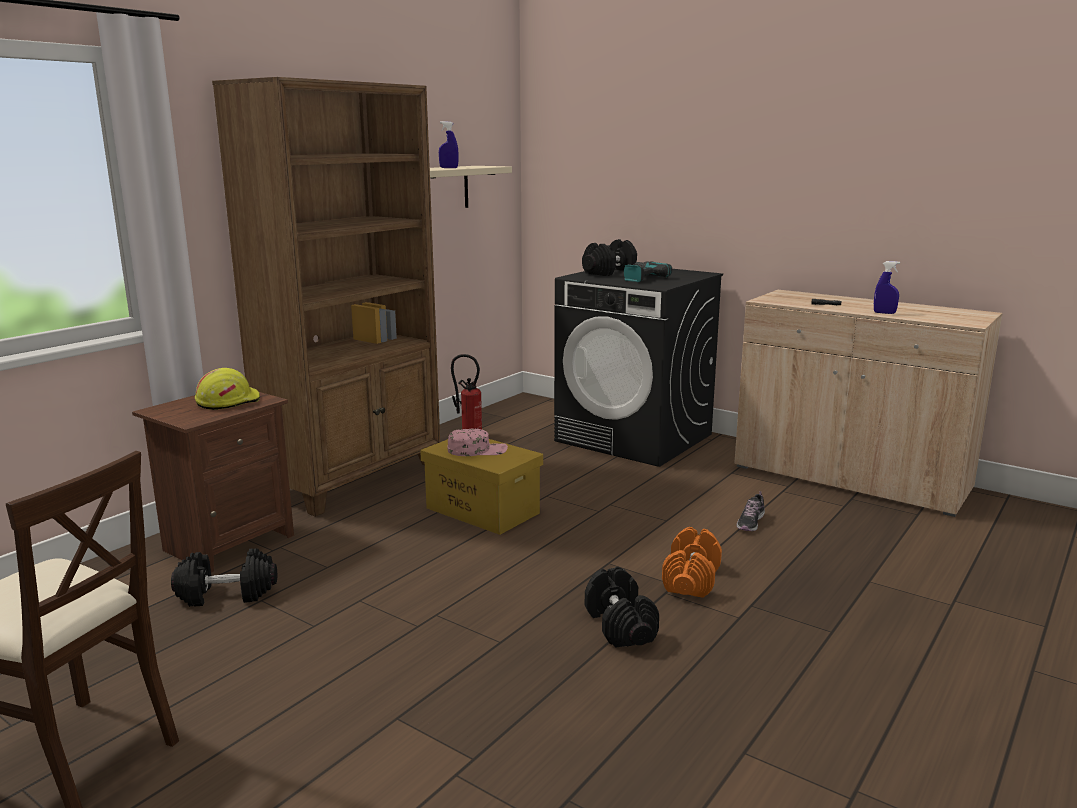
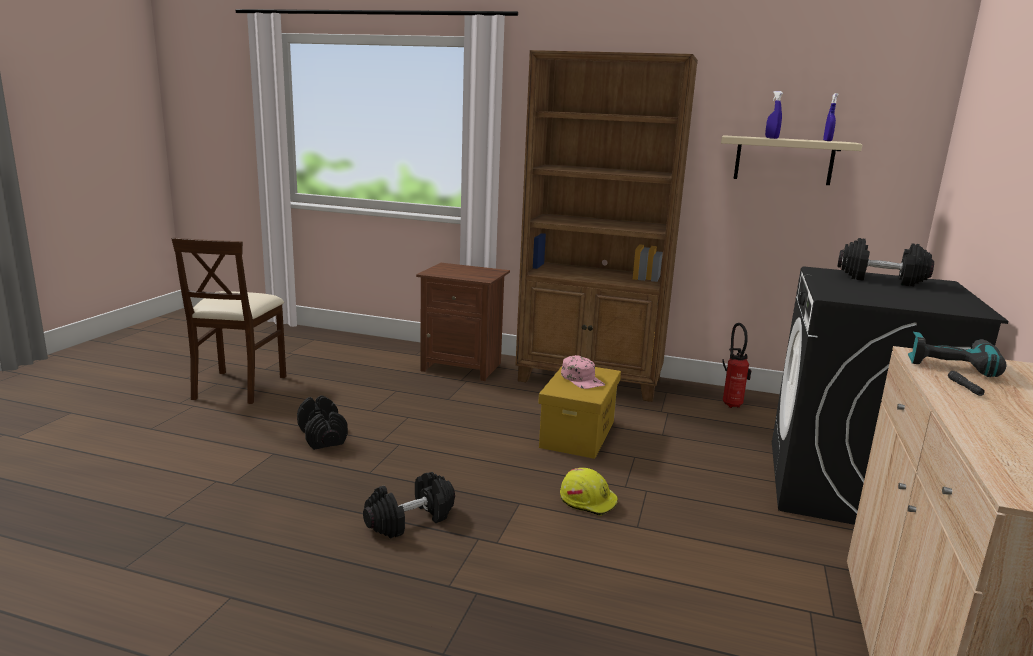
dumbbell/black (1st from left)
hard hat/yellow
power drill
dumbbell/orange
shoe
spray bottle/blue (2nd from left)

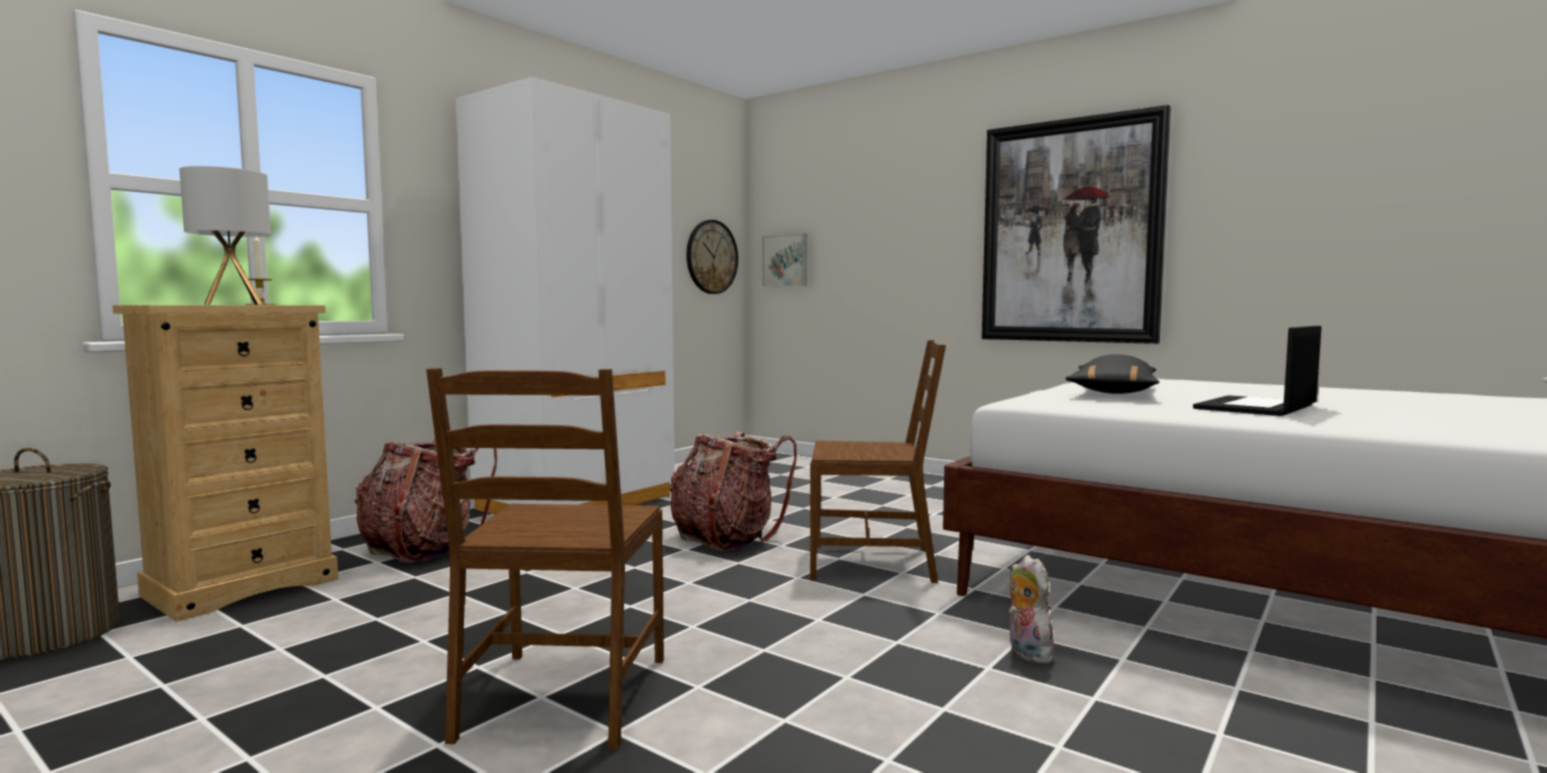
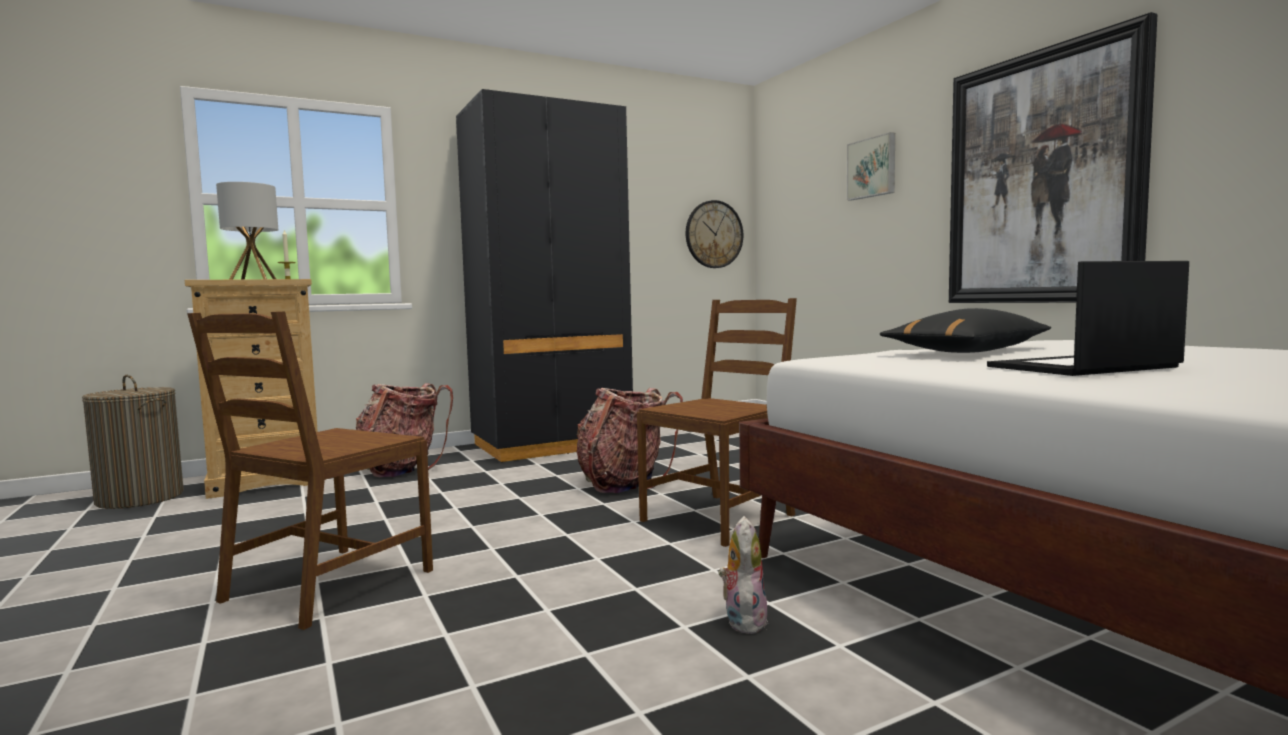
wardrobe/black
picture (1st from left)
chair/brown (2nd from left)

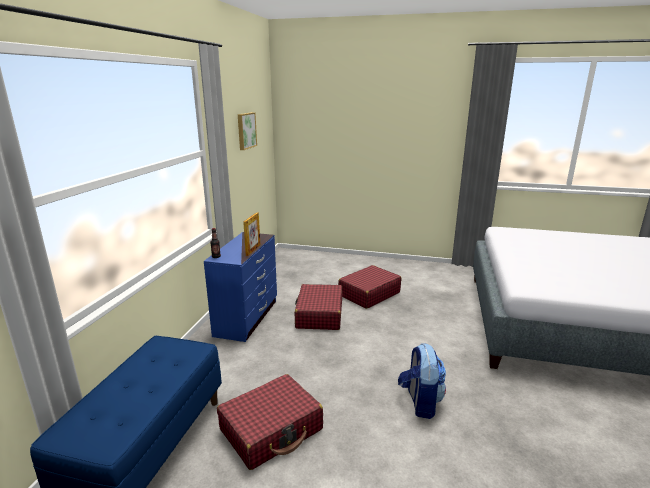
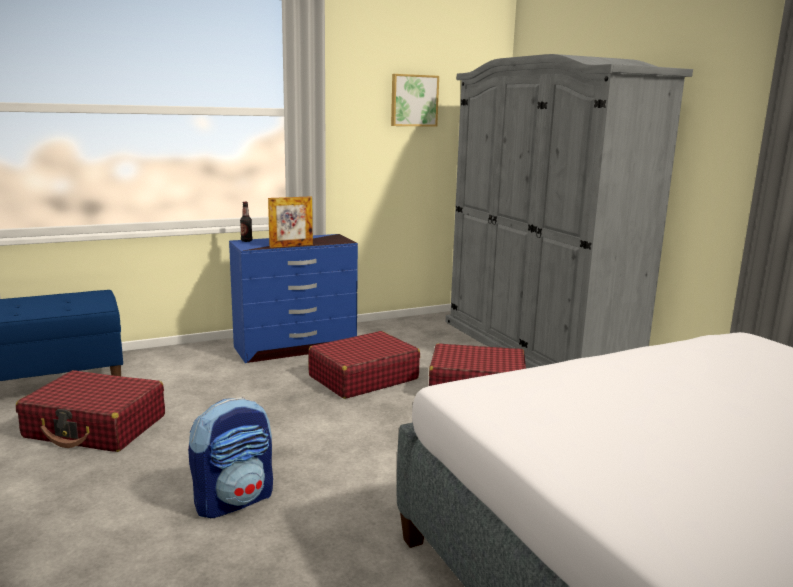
wardrobe/grey

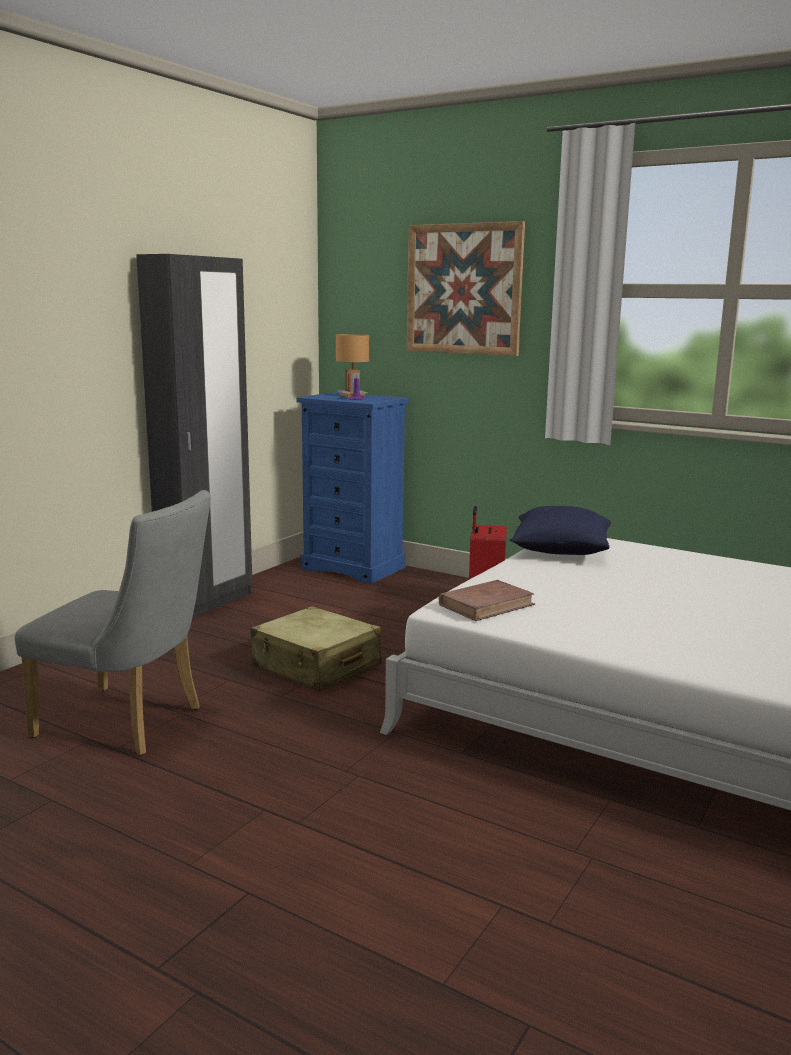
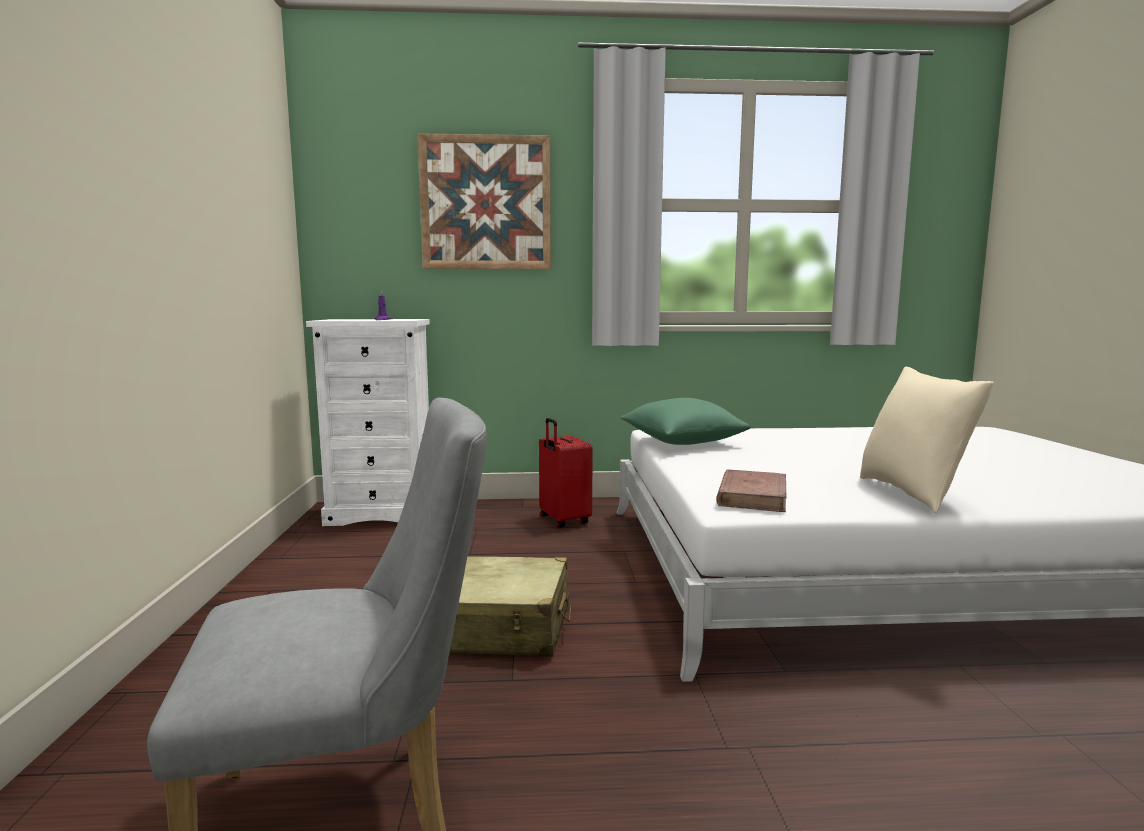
wardrobe/black
dresser/white
table lamp/brown
pillow/green
pillow/beige

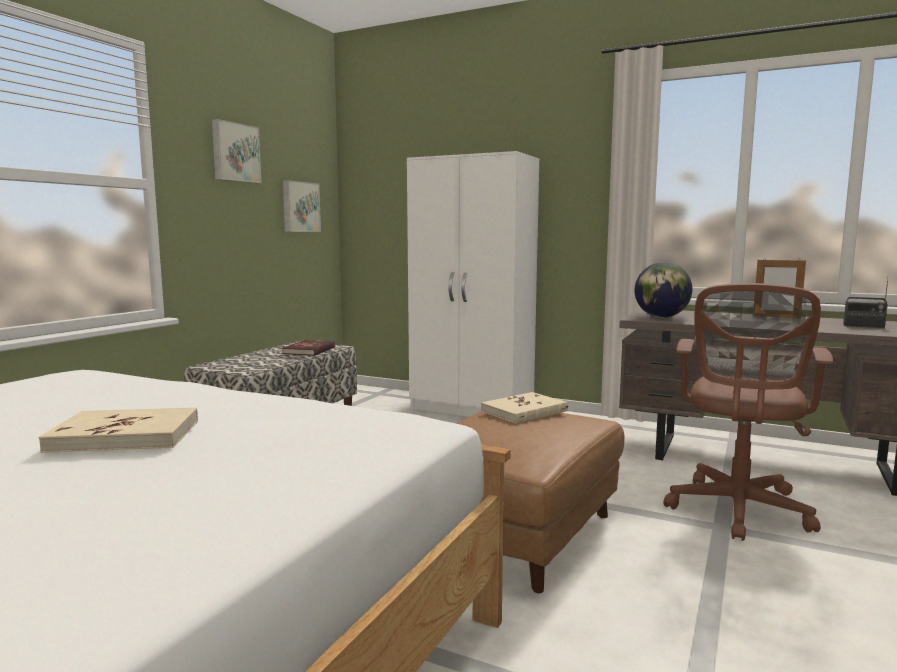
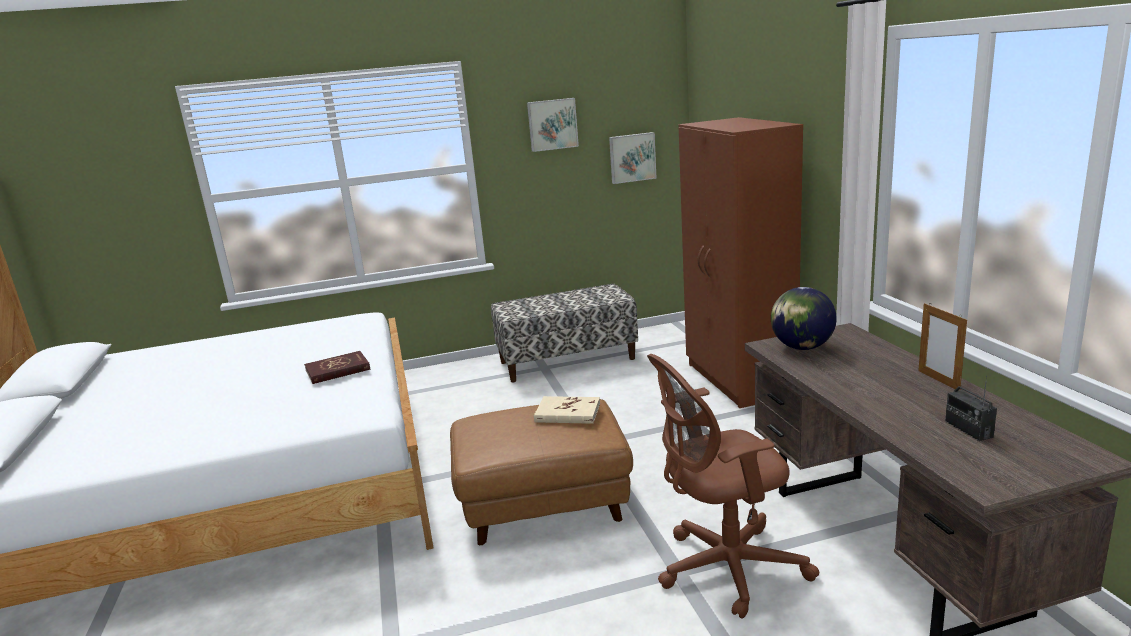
book/beige (1st from left in the first image)
book/red
wardrobe/brown

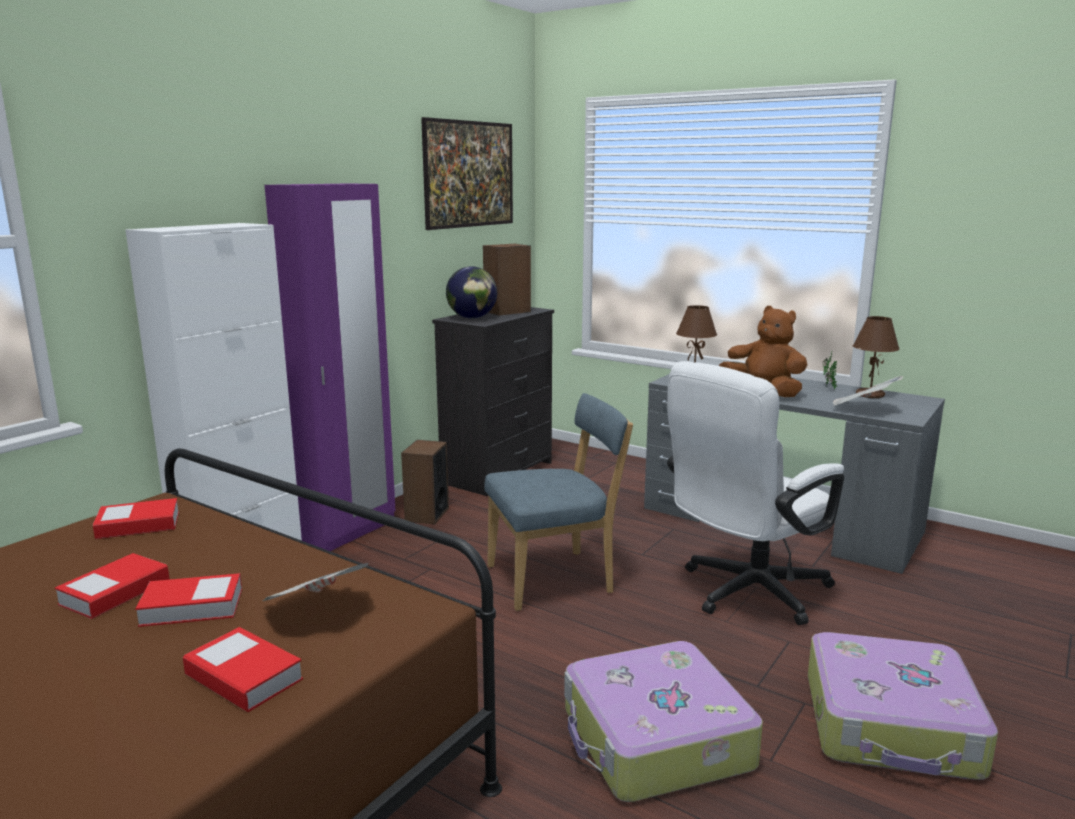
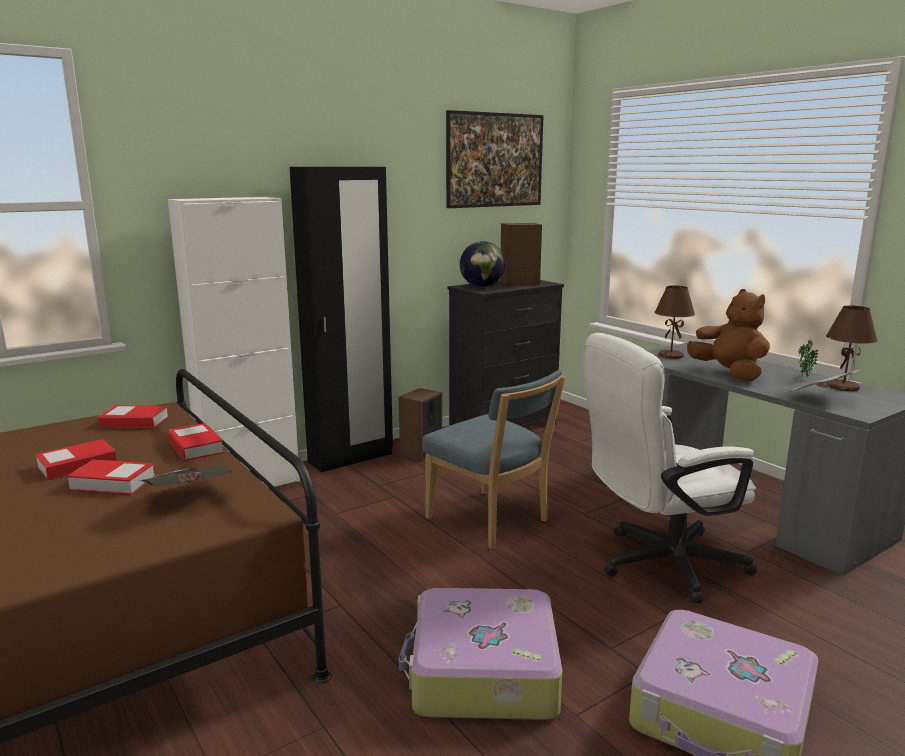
book (4th from left)
wardrobe/black
chair/blue

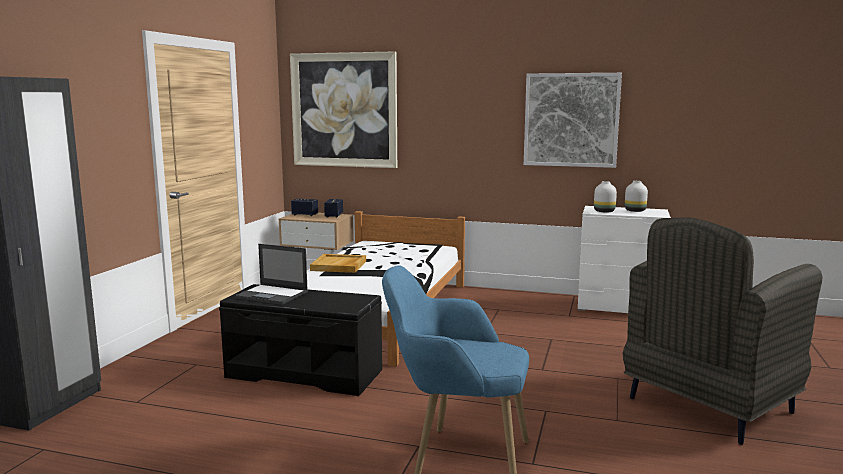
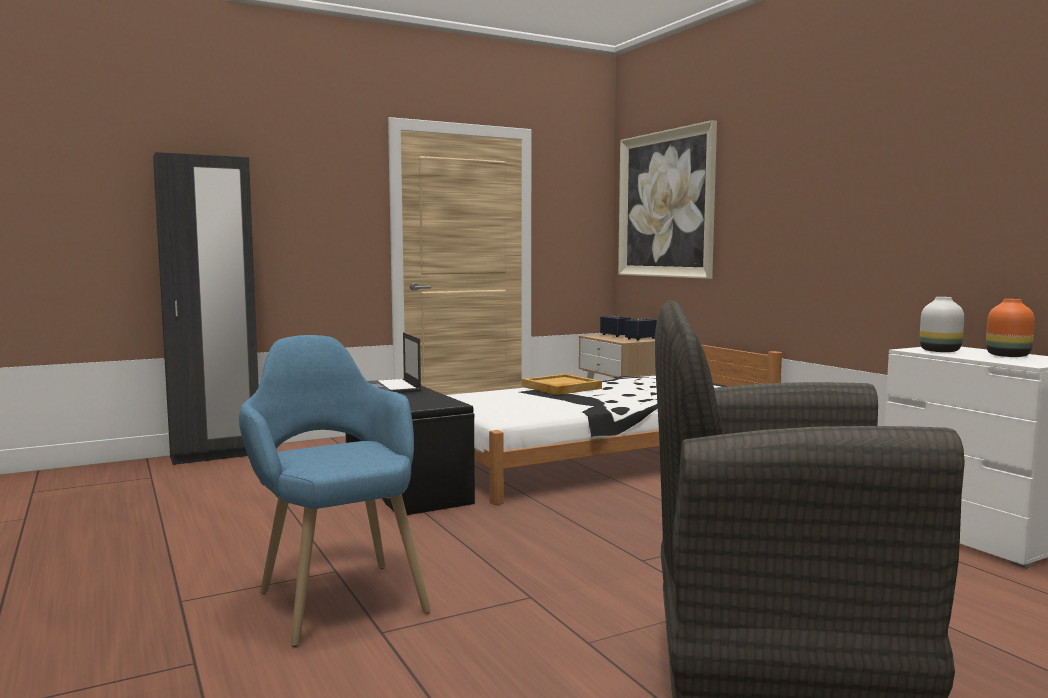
picture (2nd from left in the first image)
vase/orange

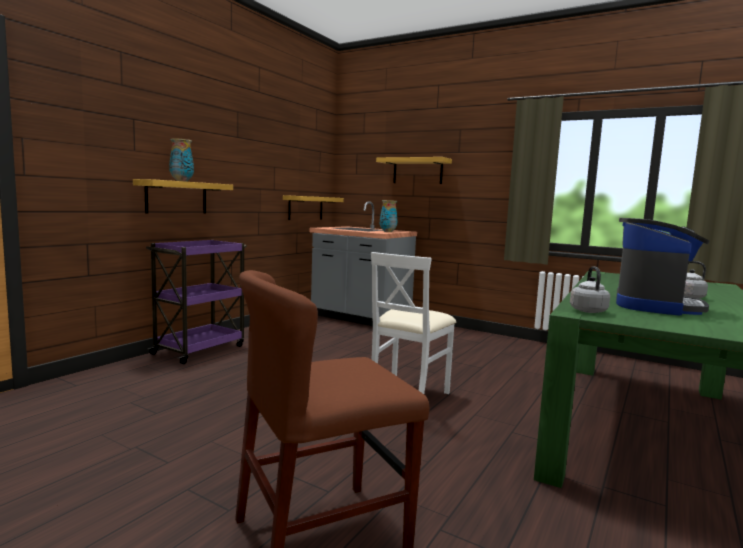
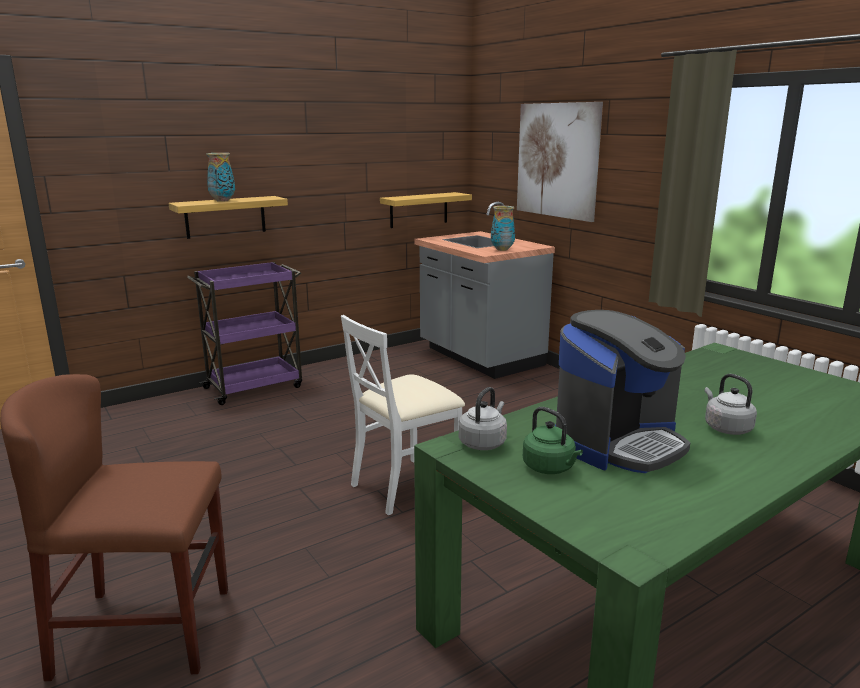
picture
kettle/green

